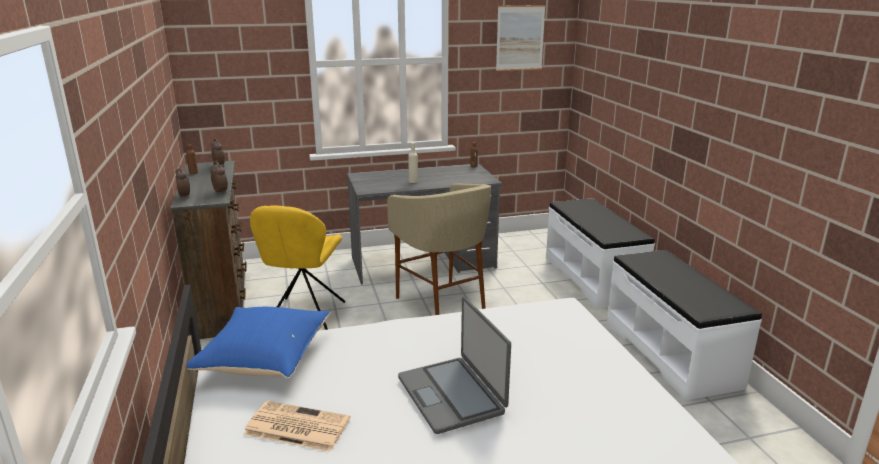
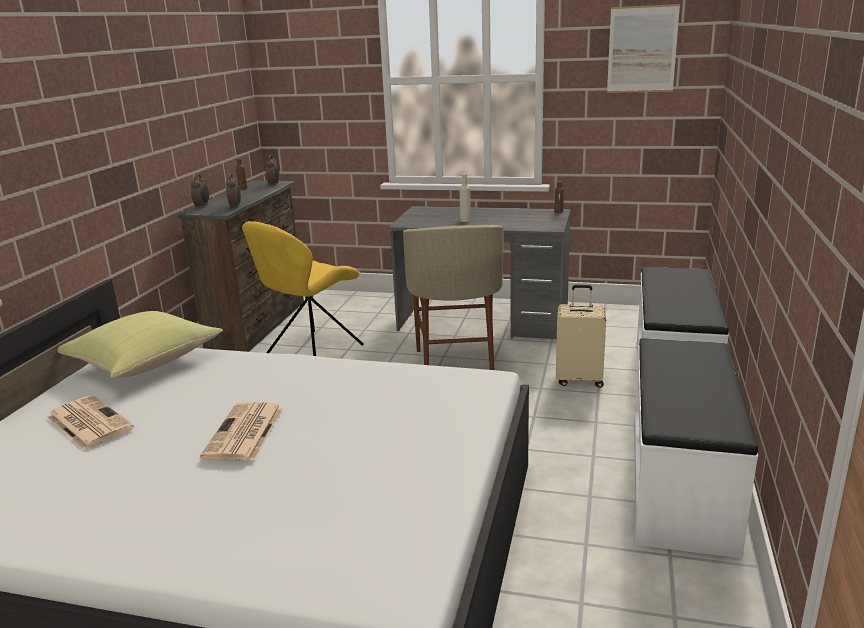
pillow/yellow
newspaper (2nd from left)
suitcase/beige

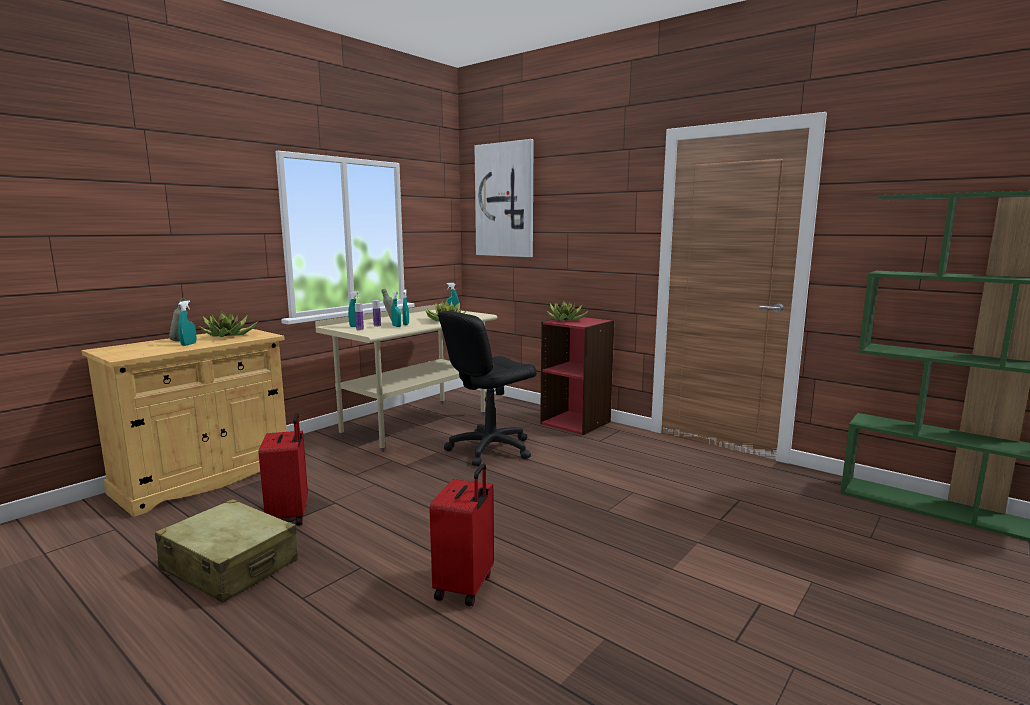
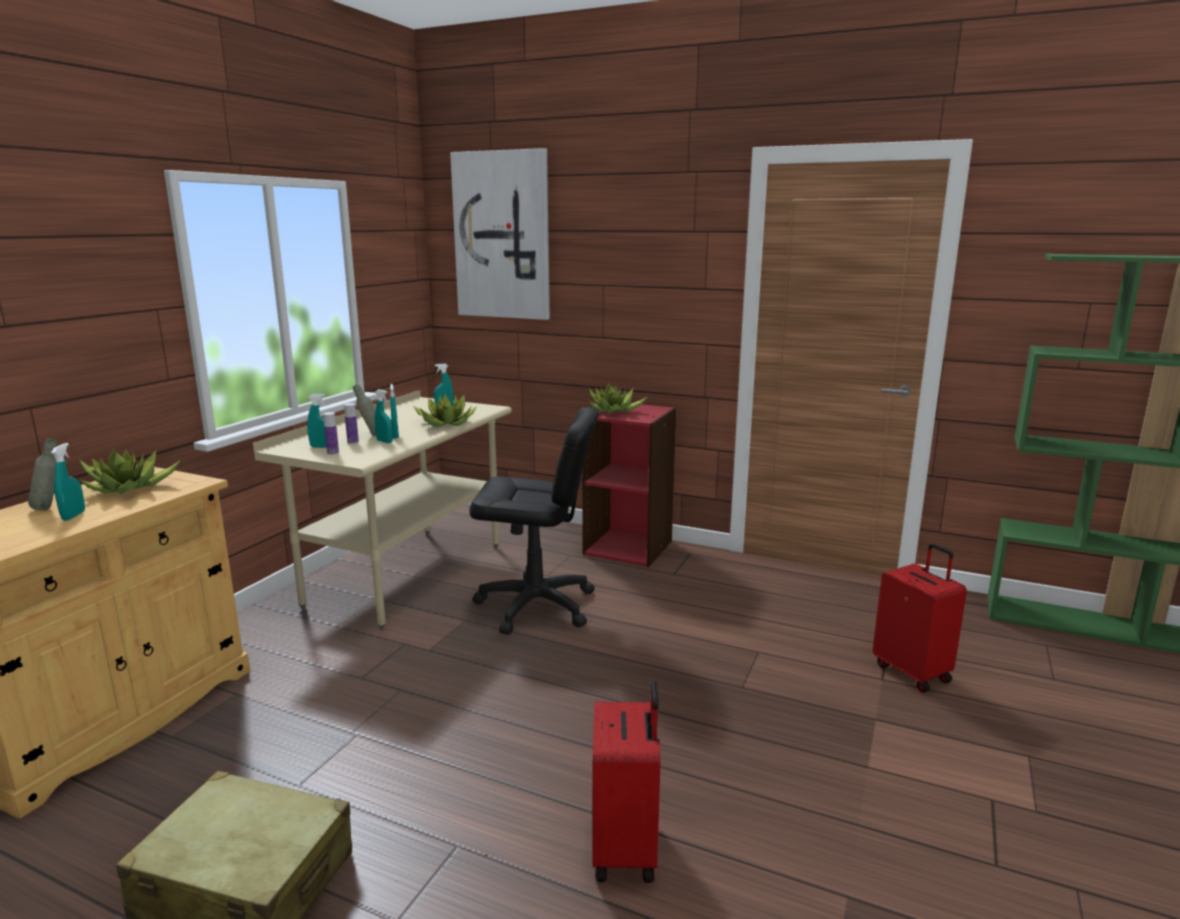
suitcase/red (2nd from left)
office chair/black

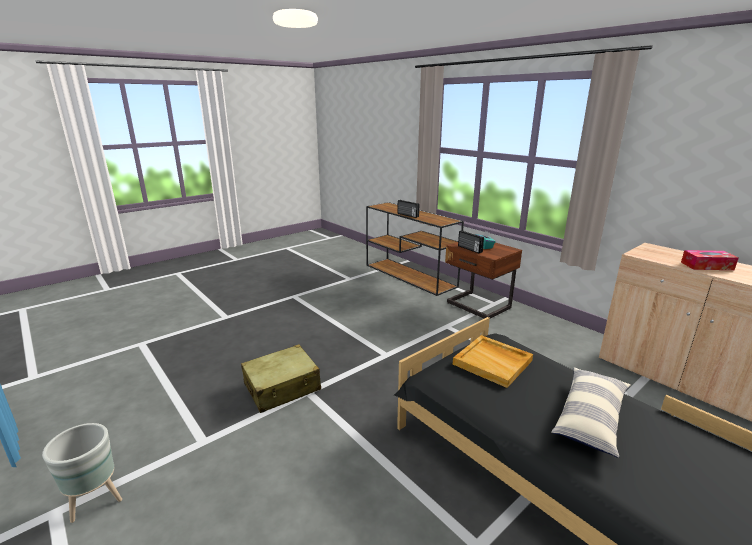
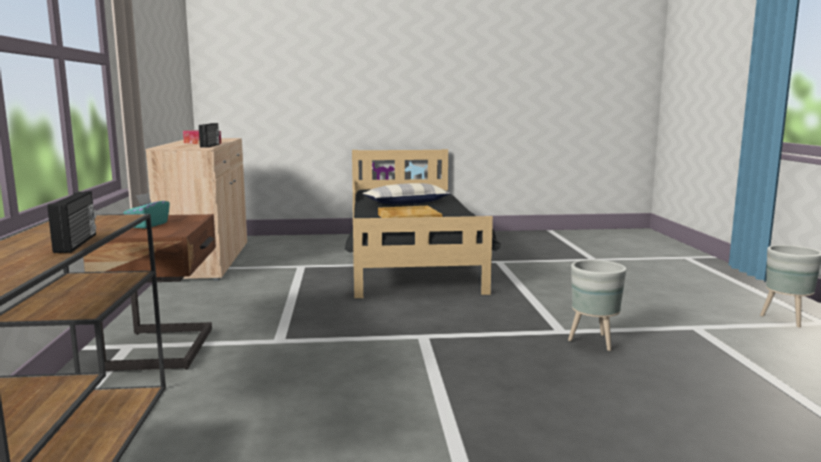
planter/grey (1st from left)
radio (2nd from left)

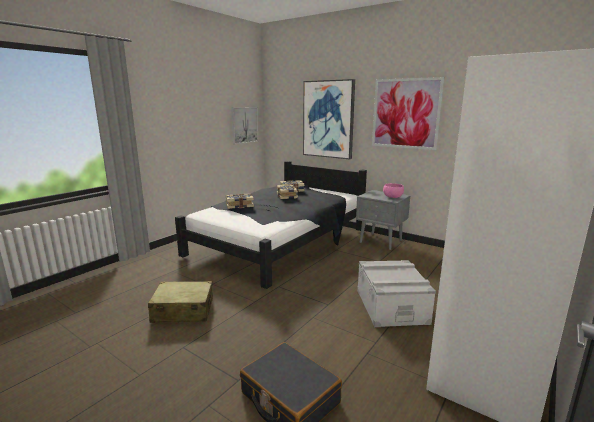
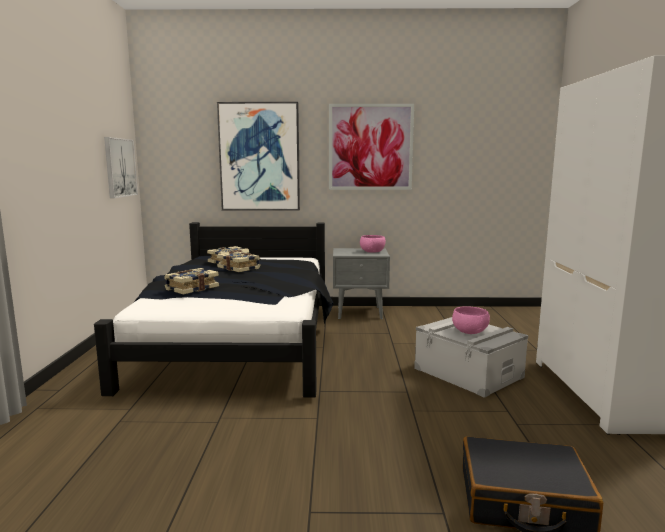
suitcase/beige
bowl/pink (2nd from left)

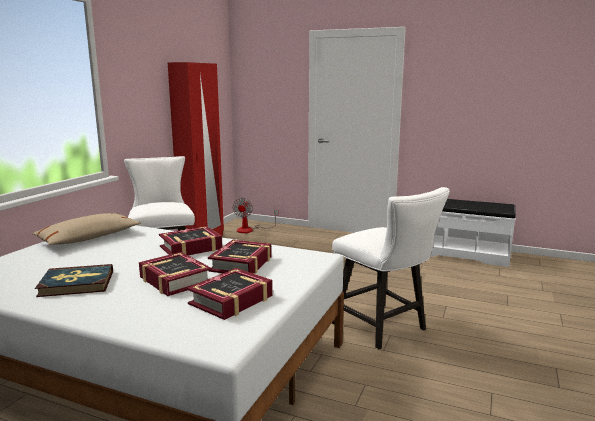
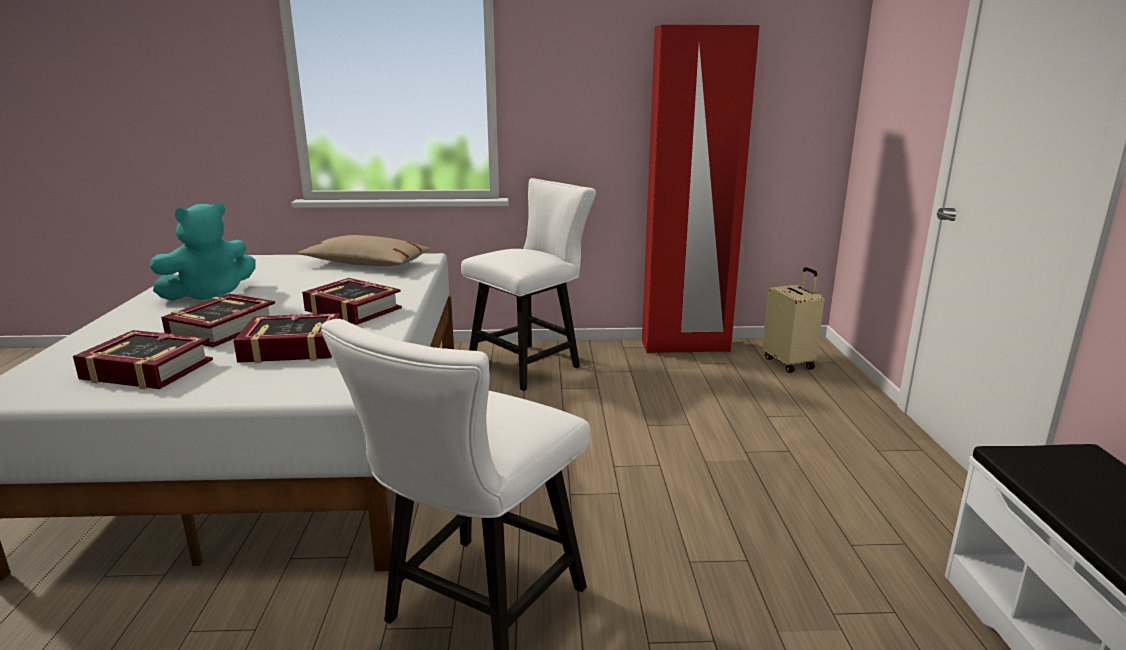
plush toy/turquoise
suitcase/beige

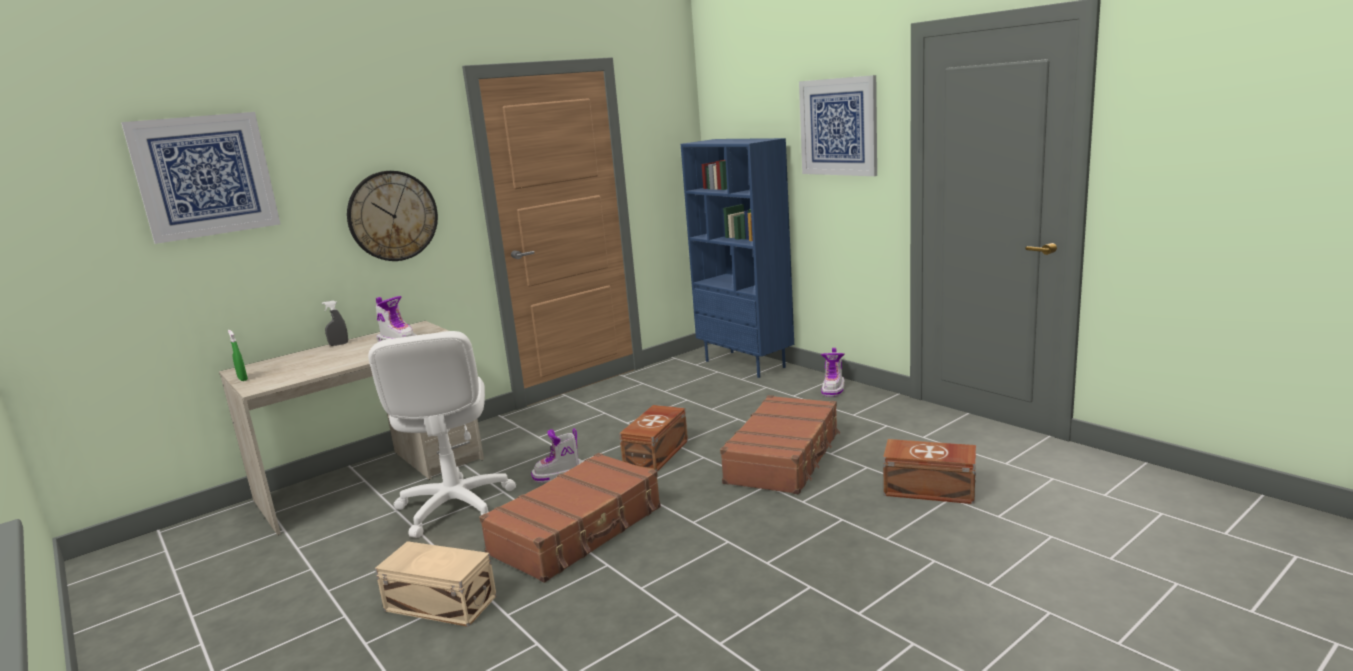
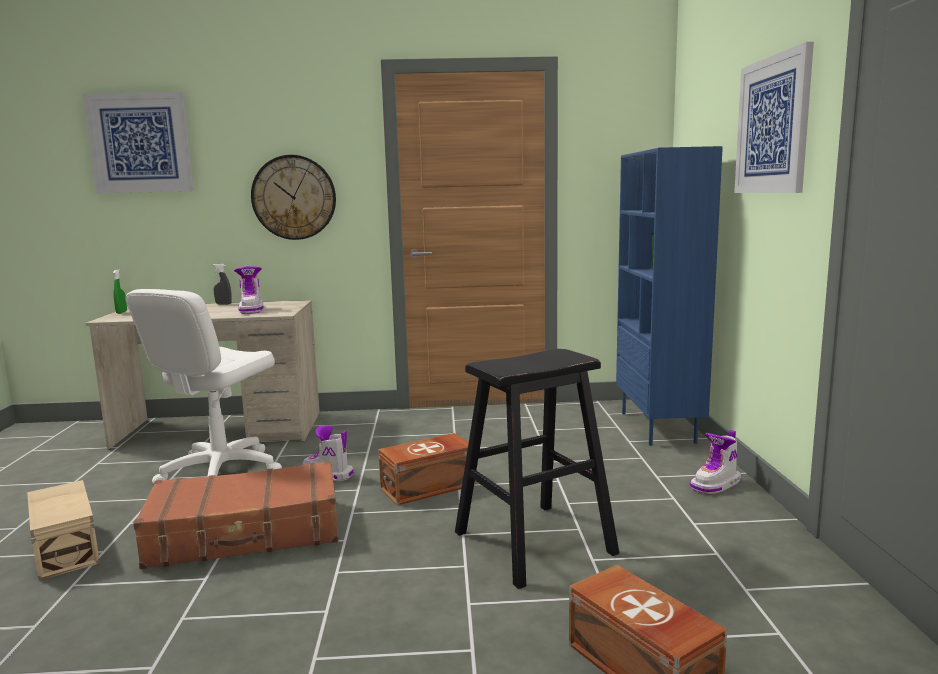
stool/black

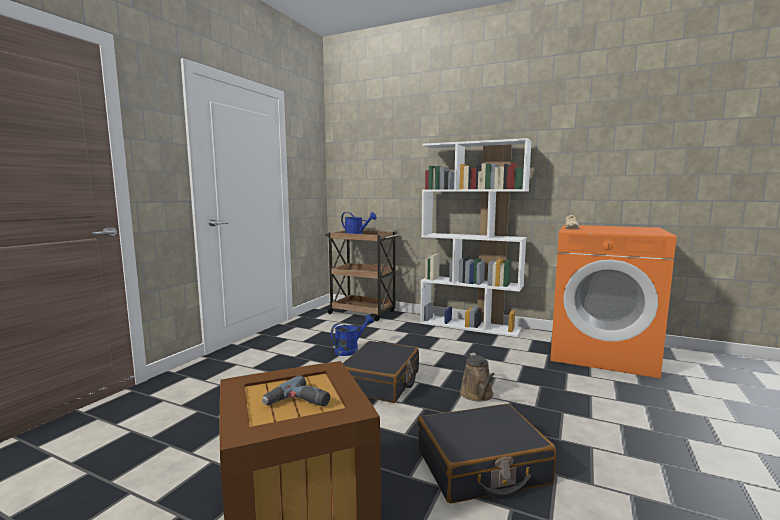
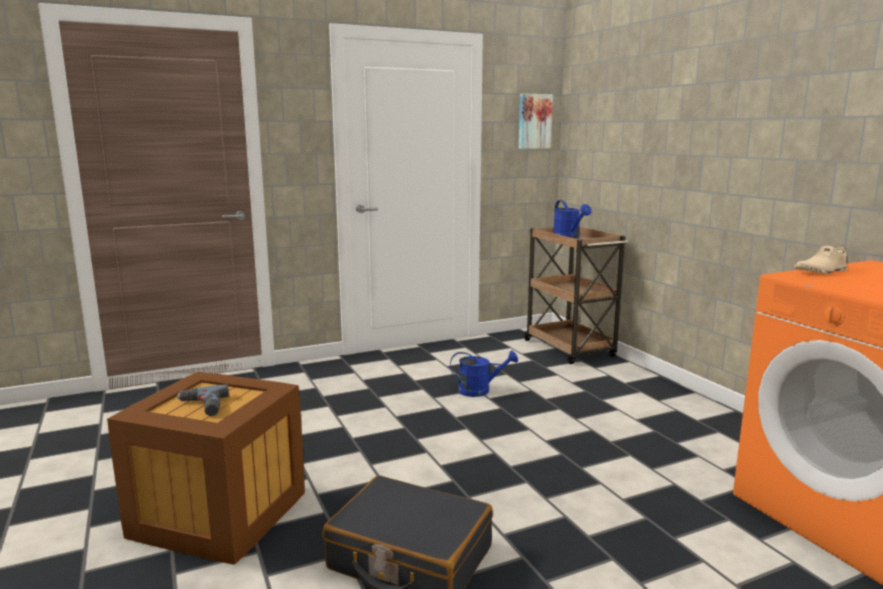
suitcase/black (1st from left in the first image)
bookcase/white
watering can/brown
picture

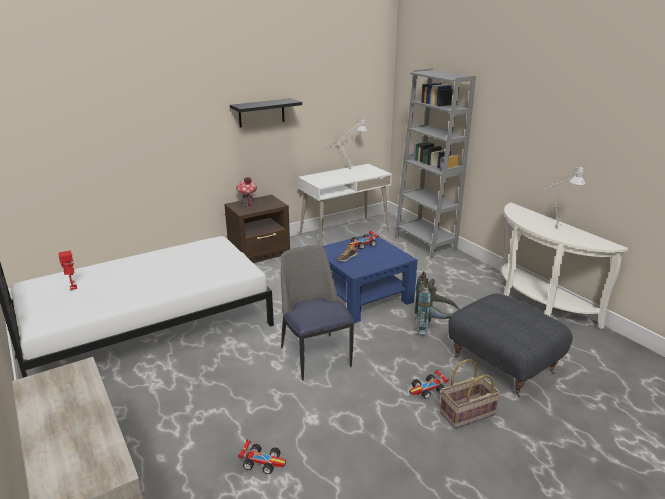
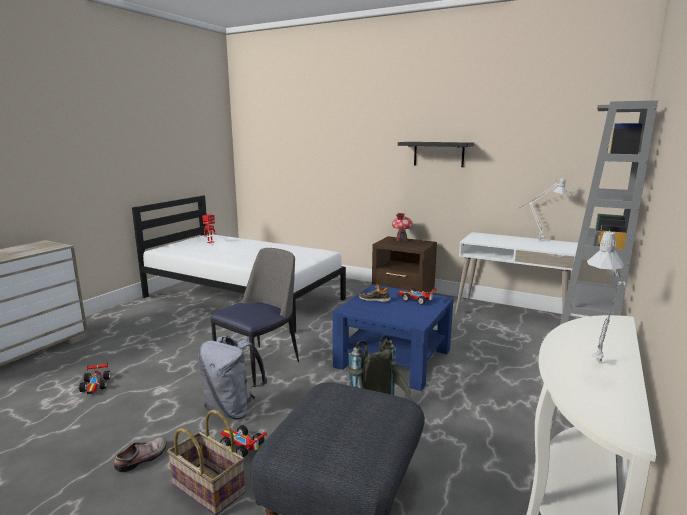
shoe (1st from left)
backpack/grey (1st from left)

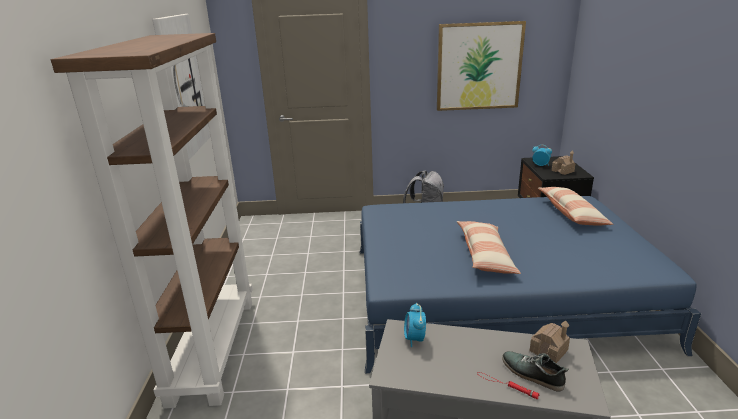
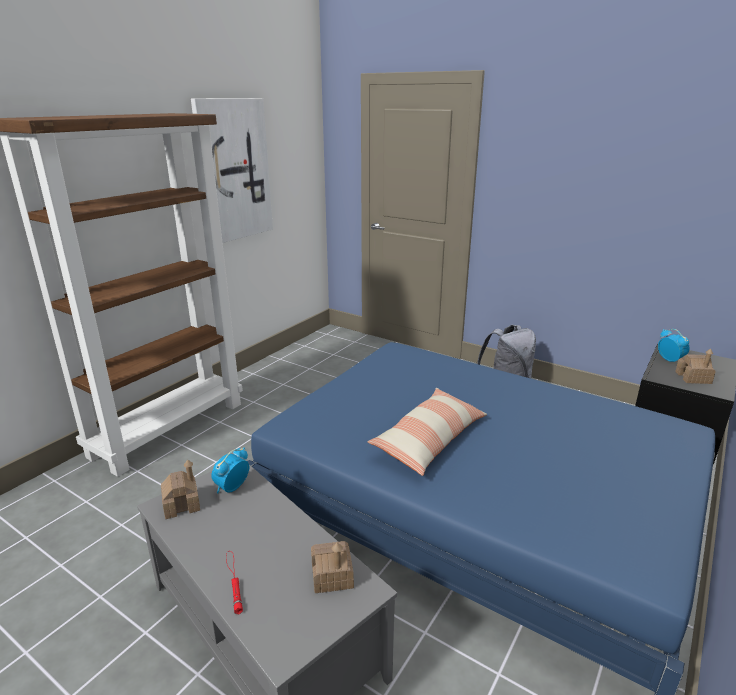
picture (2nd from left in the first image)
shoe
pillow (2nd from left in the first image)
toy house (1st from left)

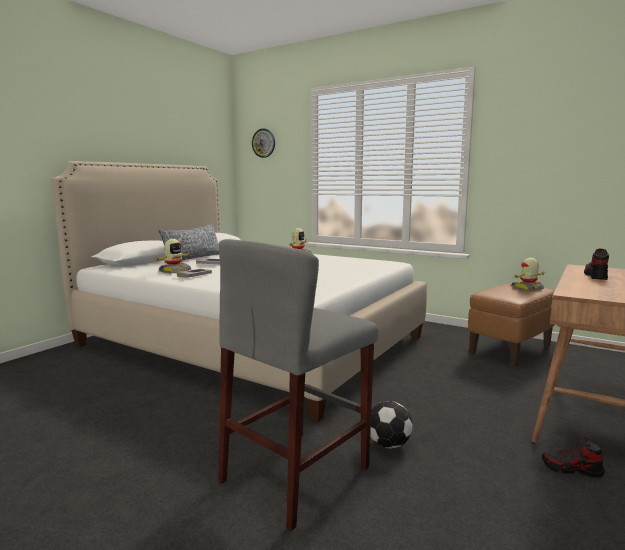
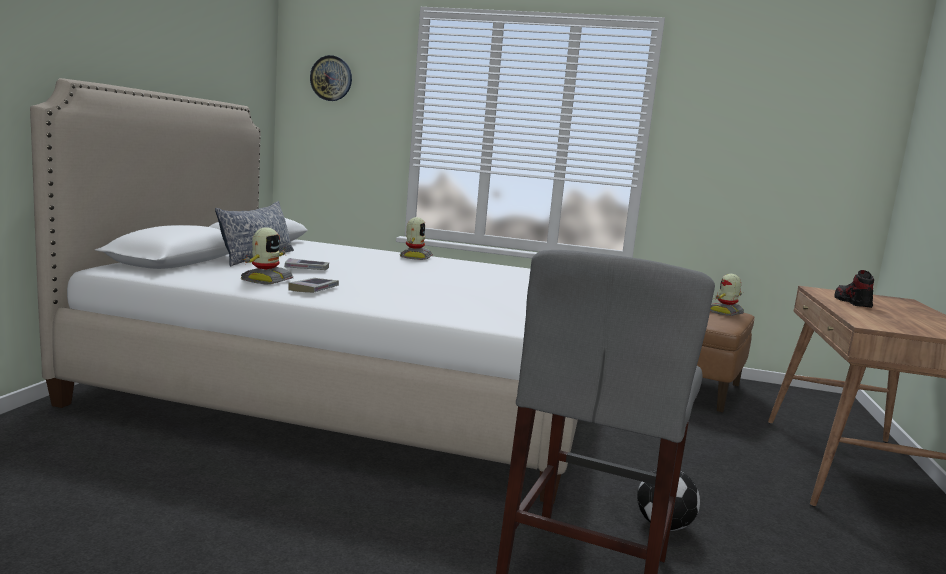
shoe (1st from left in the first image)

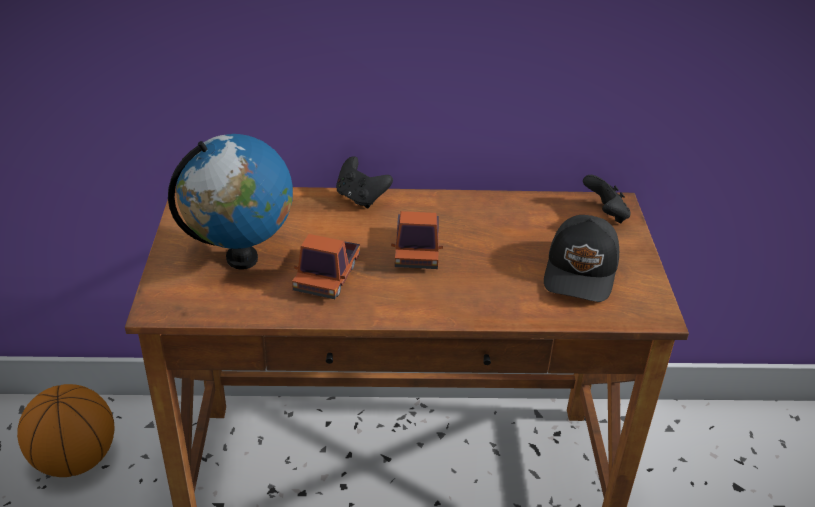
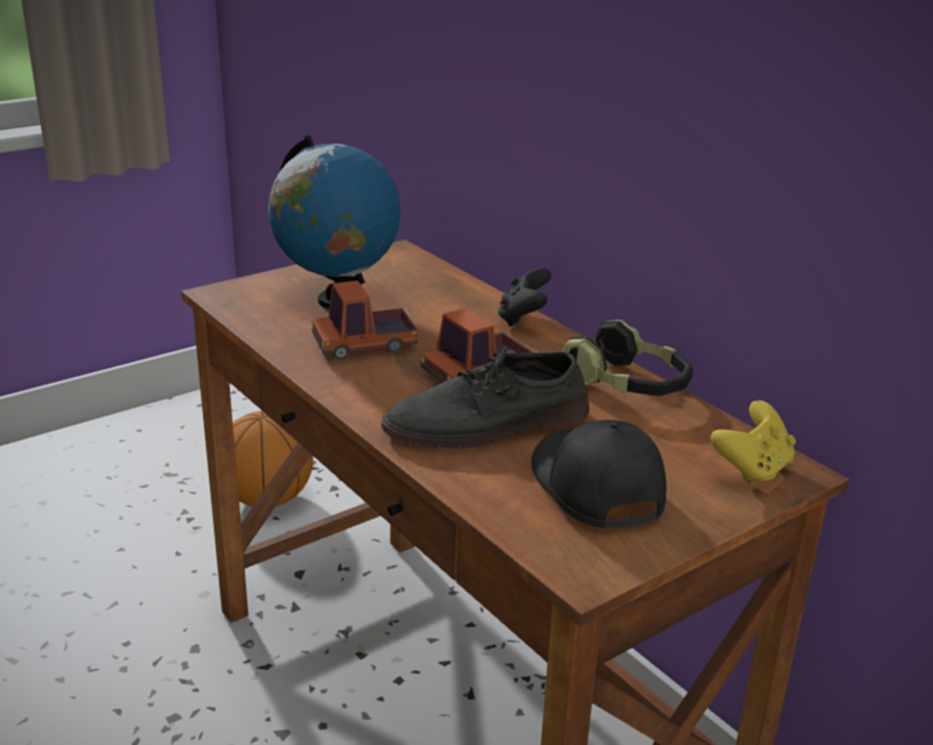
cap/black
game controller/yellow
shoe/grey
headphones

